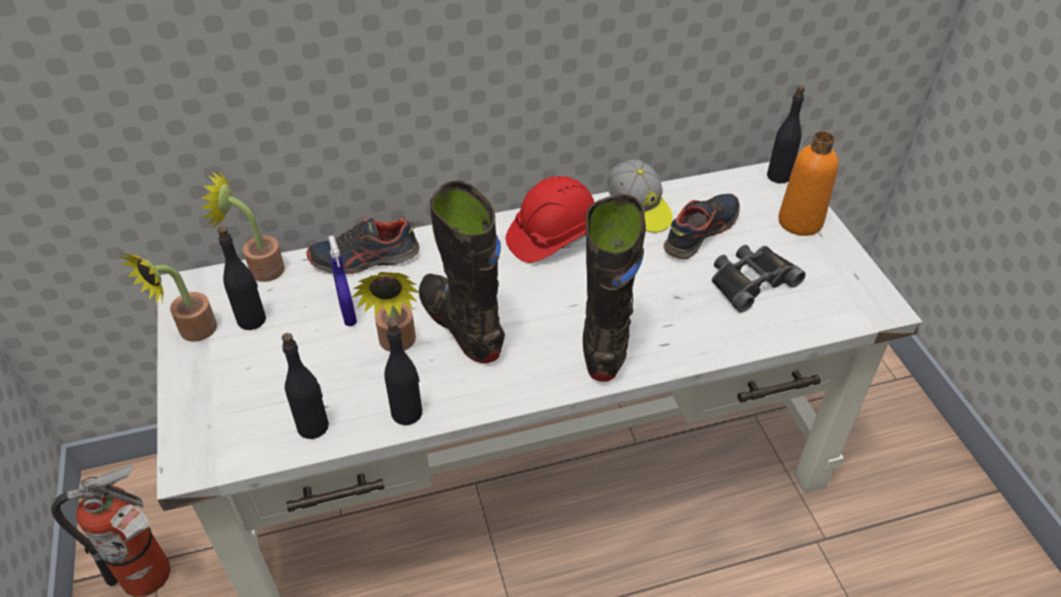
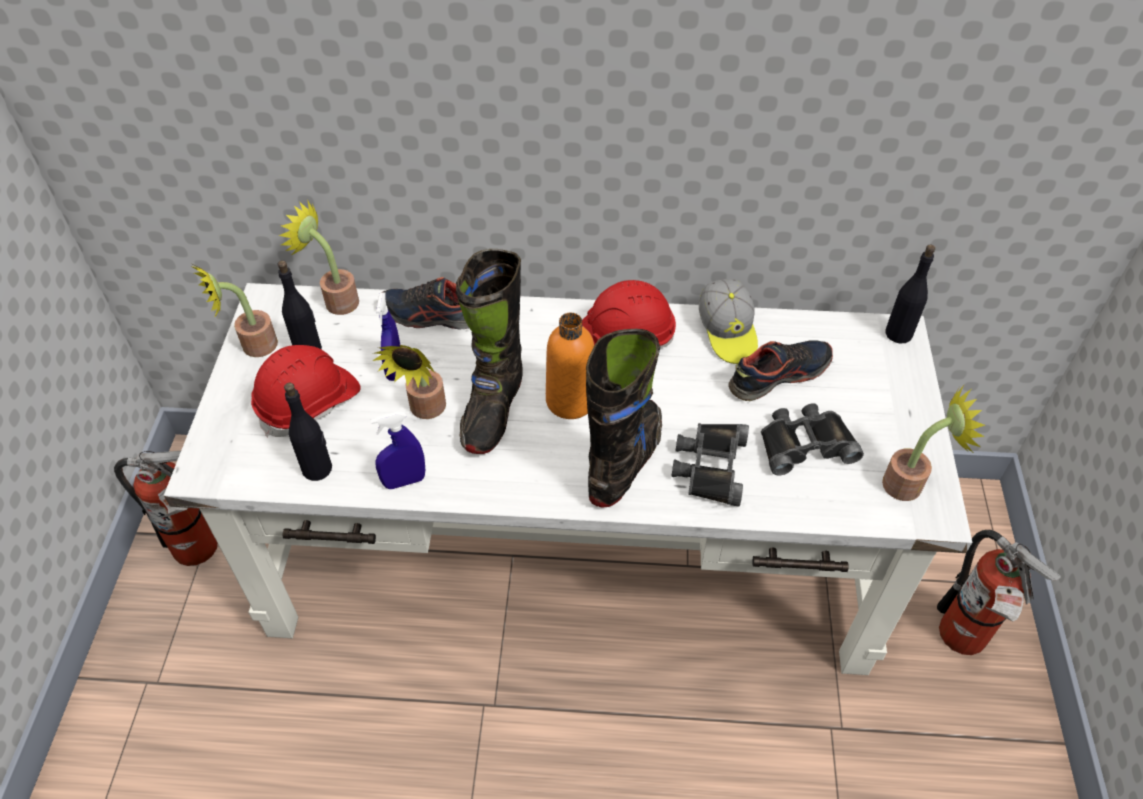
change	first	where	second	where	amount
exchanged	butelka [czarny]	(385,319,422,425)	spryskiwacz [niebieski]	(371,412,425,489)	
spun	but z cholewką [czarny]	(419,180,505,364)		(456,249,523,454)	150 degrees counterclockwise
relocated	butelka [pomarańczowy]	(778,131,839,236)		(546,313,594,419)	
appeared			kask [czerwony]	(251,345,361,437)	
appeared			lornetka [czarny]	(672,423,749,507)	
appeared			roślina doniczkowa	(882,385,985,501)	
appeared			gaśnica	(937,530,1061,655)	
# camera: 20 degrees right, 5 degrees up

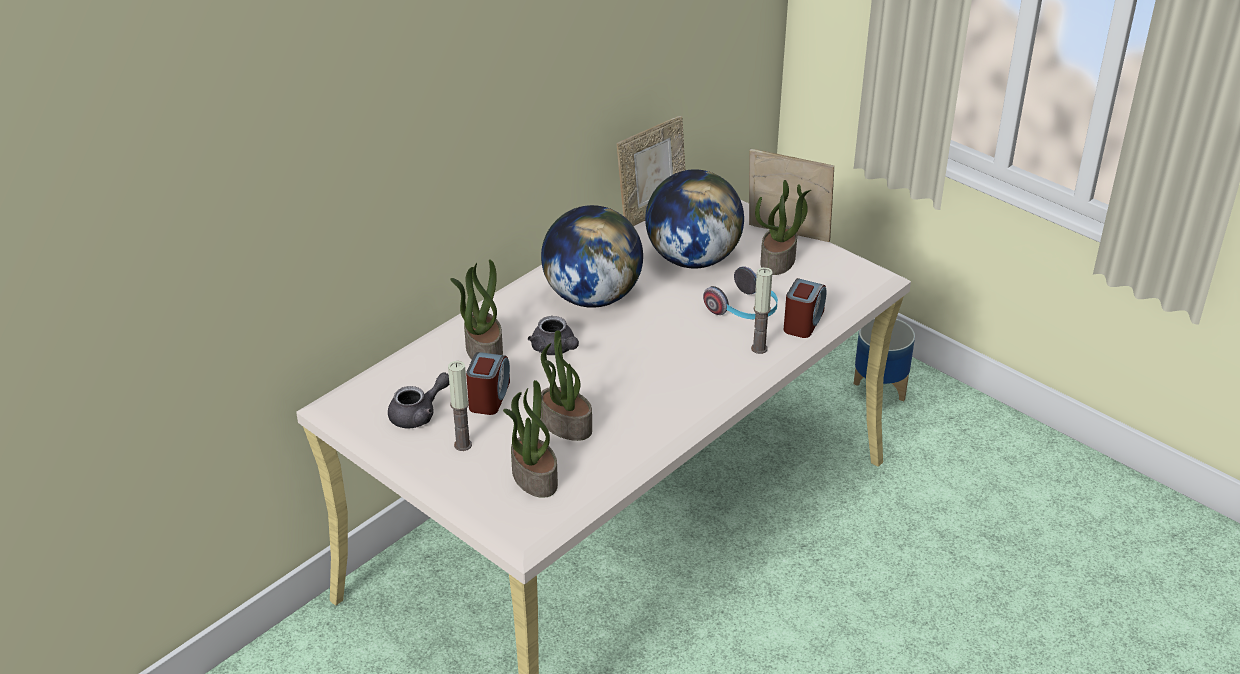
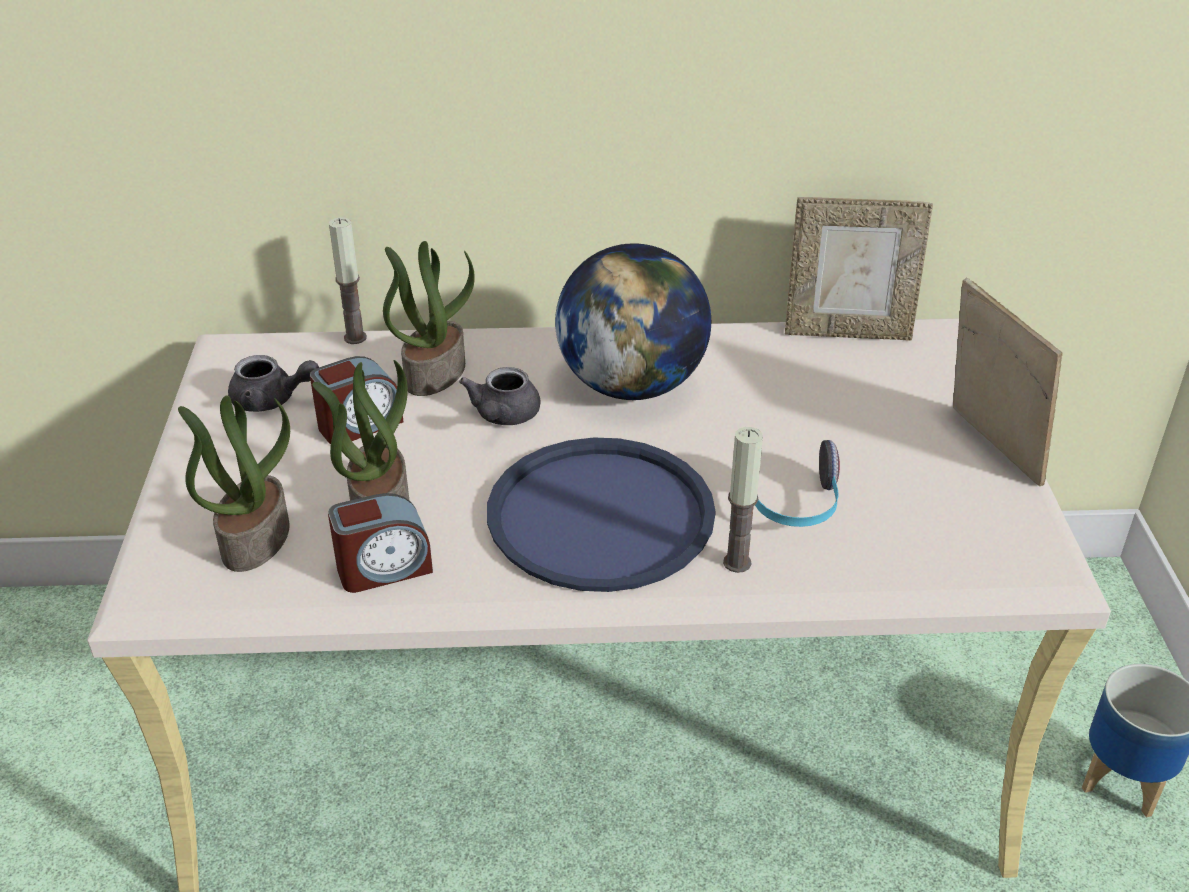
change	first	where	second	where	amount
relocated	świeca	(448,361,472,451)		(329,217,367,344)	
missing	globus	(645,169,744,268)			
missing	roślina doniczkowa	(755,180,811,275)			
relocated	budzik	(784,278,827,338)		(328,493,433,593)	
appeared			taca [niebieski]	(487,438,716,592)	
# camera: 45 degrees right, 0 degrees up

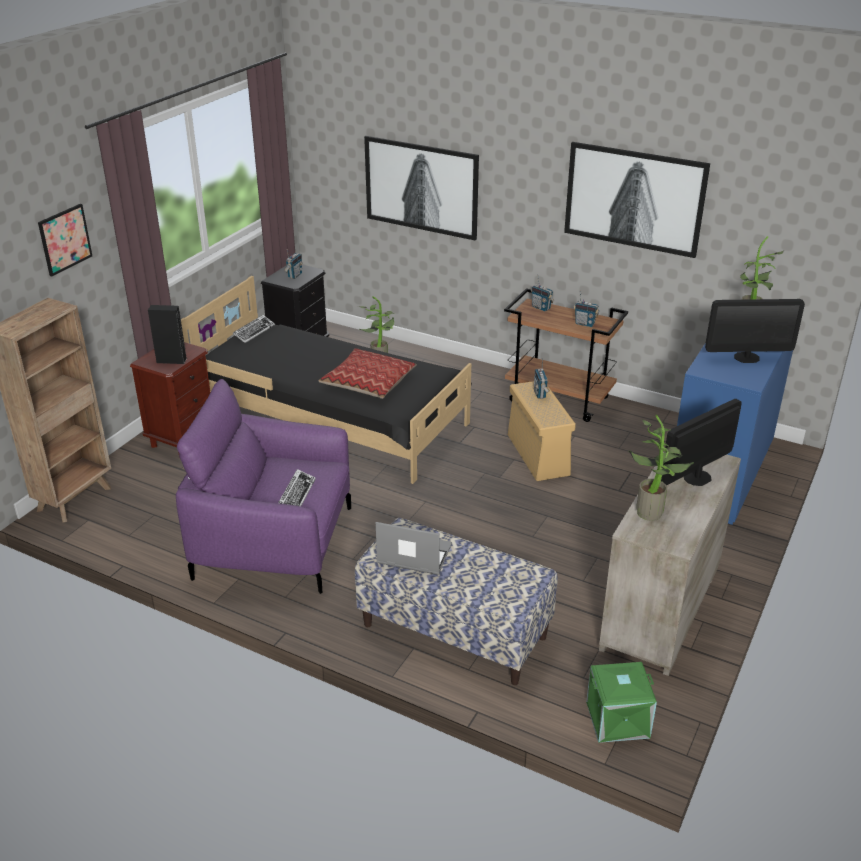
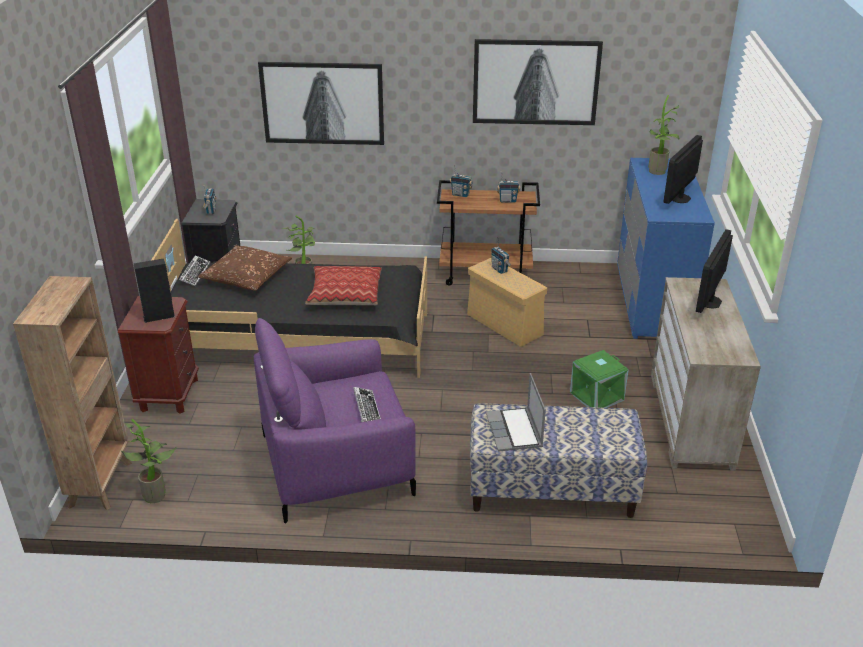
change	first	where	second	where	amount
missing	obraz	(38,204,92,276)			
spun	laptop	(376,522,452,575)		(486,373,546,452)	90 degrees counterclockwise
relocated	pojemnik do przechowywania [zielony]	(586,662,657,743)		(570,350,629,408)	
relocated	roślina doniczkowa	(629,415,694,521)		(121,419,177,503)	
spun	monitor	(705,299,805,363)		(663,135,703,204)	150 degrees clockwise
appeared			poduszka [brązowy]	(198,245,292,291)	
# camera: 25 degrees left, 0 degrees up

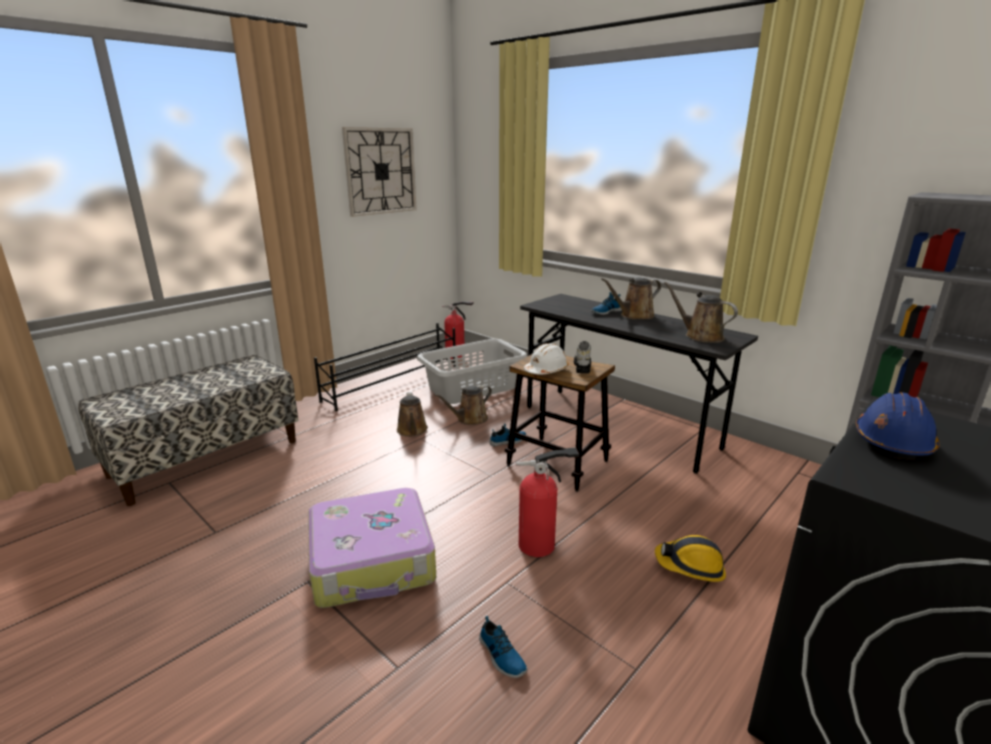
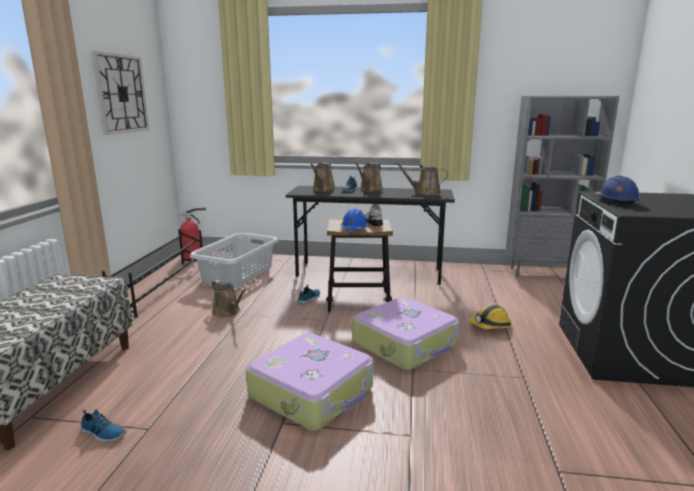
change	first	where	second	where	amount
relocated	konewka [brązowy]	(434,385,492,425)		(310,163,336,192)	
relocated	but	(479,616,527,678)		(81,409,126,442)	
exchanged	gaśnica	(516,447,579,557)	walizka	(352,297,459,370)	
colour	kask [biały]	(524,343,568,375)	kask [niebieski]	(341,209,368,231)	
# camera: 35 degrees left, 5 degrees down

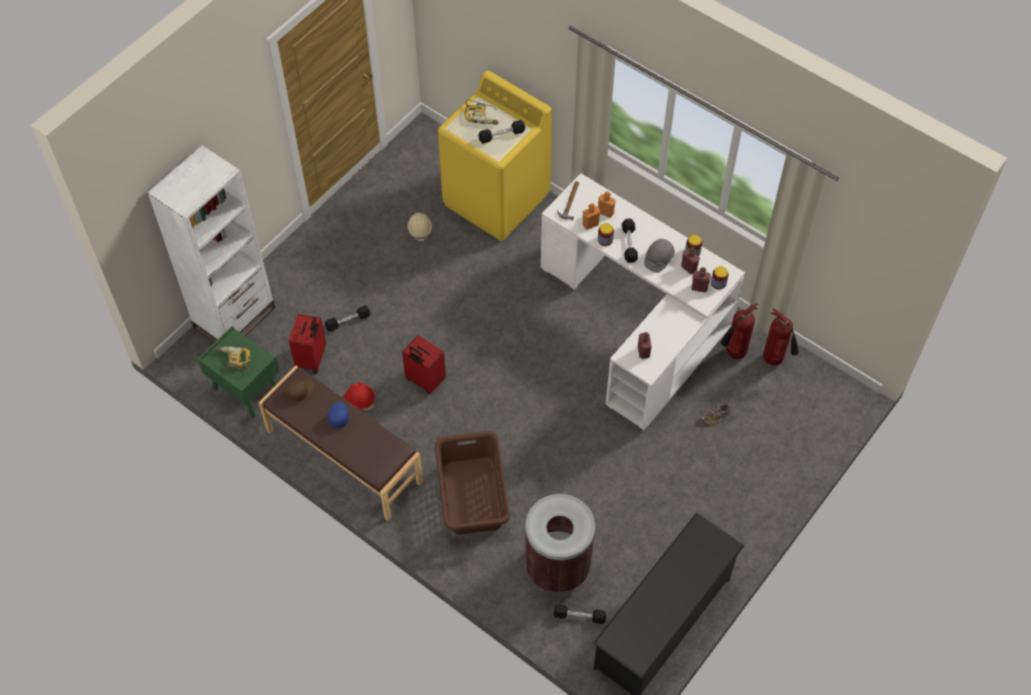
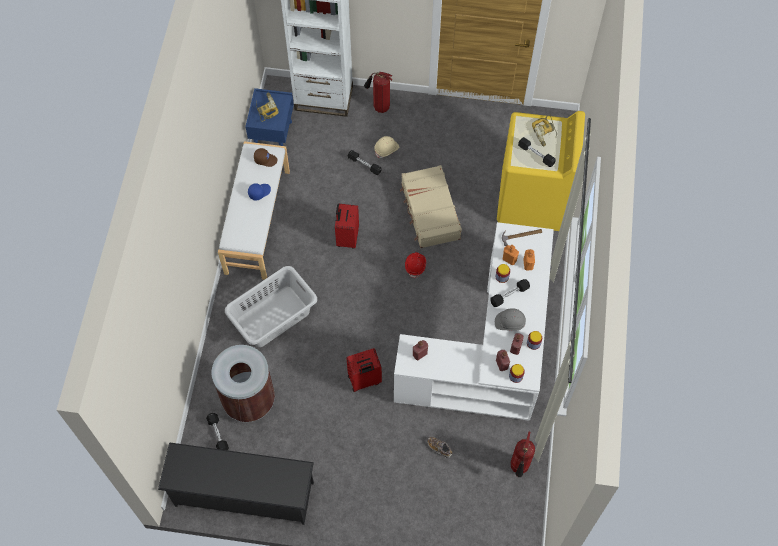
change	first	where	second	where	amount
colour	szafka nocna [zielony]	(198,326,280,418)	szafka nocna [niebieski]	(245,88,294,146)	
colour	ławka [brązowy]	(258,366,423,521)	ławka [biały]	(218,141,290,280)	
relocated	walizka [czerwony]	(289,314,326,374)		(346,348,382,392)	
relocated	kask [czerwony]	(344,382,375,410)		(405,252,426,278)	
relocated	kask [beżowy]	(407,213,432,242)		(374,136,399,158)	
colour	kosz na pranie [brązowy]	(435,431,510,535)	kosz na pranie [szary]	(225,266,317,347)	
relocated	gaśnica	(721,303,758,359)		(364,72,392,113)	
appeared			walizka [beżowy]	(400,165,462,248)	
# camera: 60 degrees right, 5 degrees up

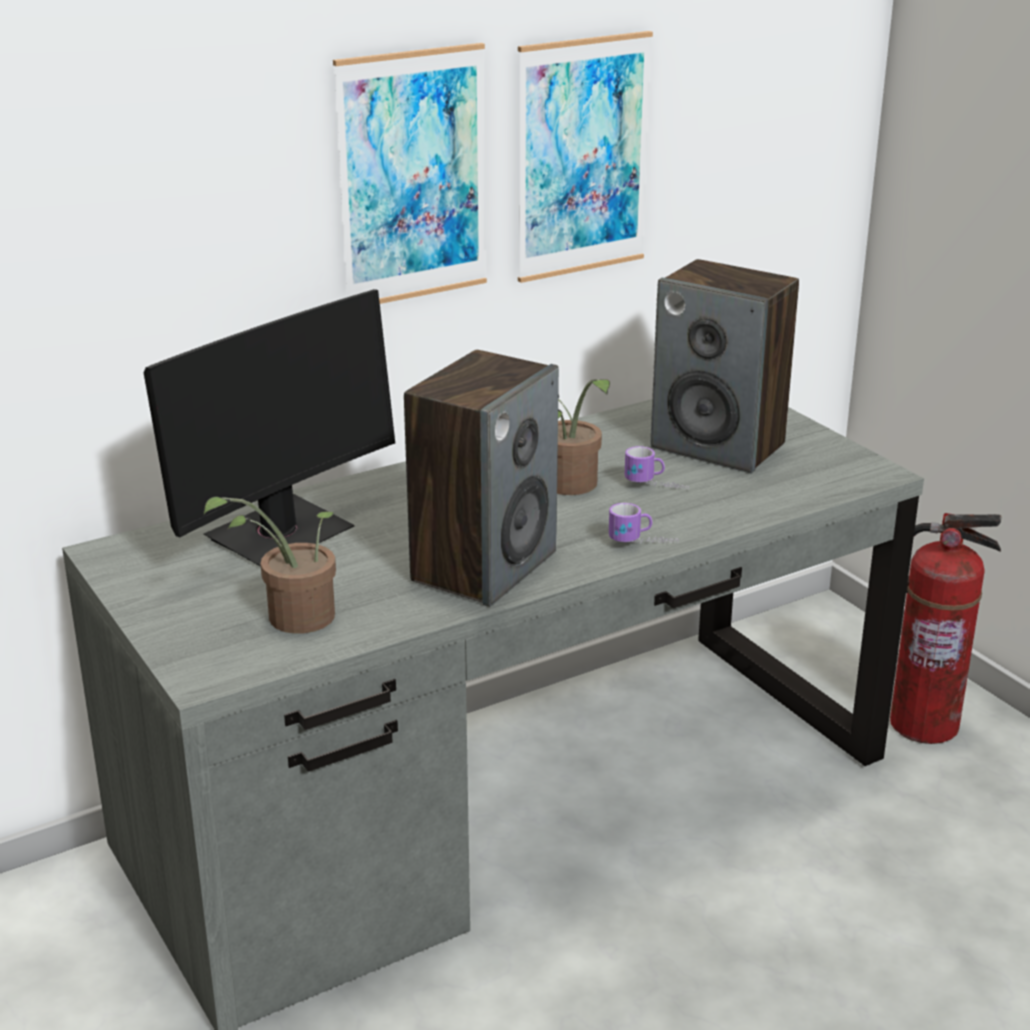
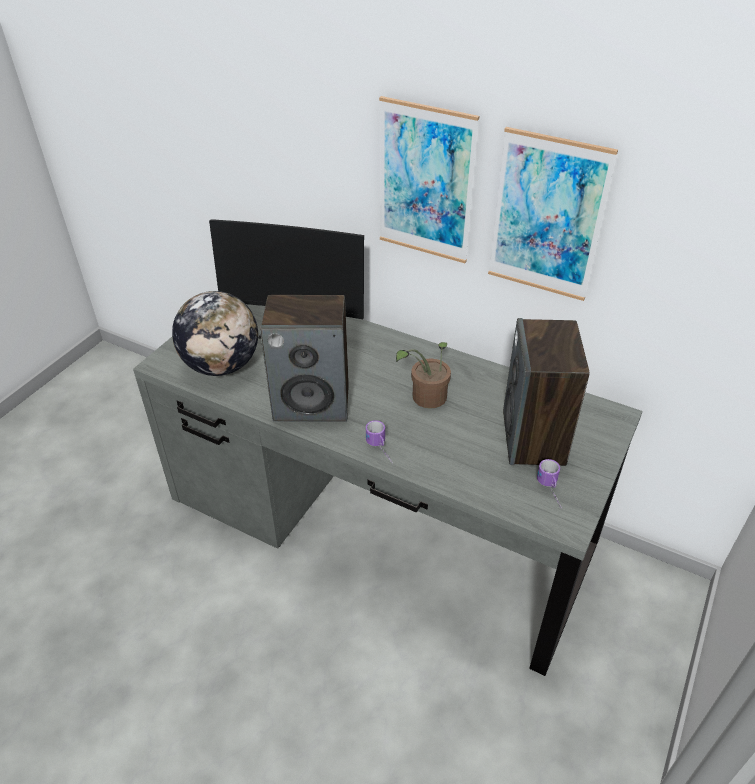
change	first	where	second	where	amount
exchanged	roślina doniczkowa	(203,497,336,634)	globus	(172,291,258,376)	
relocated	kubek	(625,446,689,490)		(537,459,562,509)	
missing	gaśnica	(890,513,1001,744)			
# camera: 60 degrees right, 15 degrees up

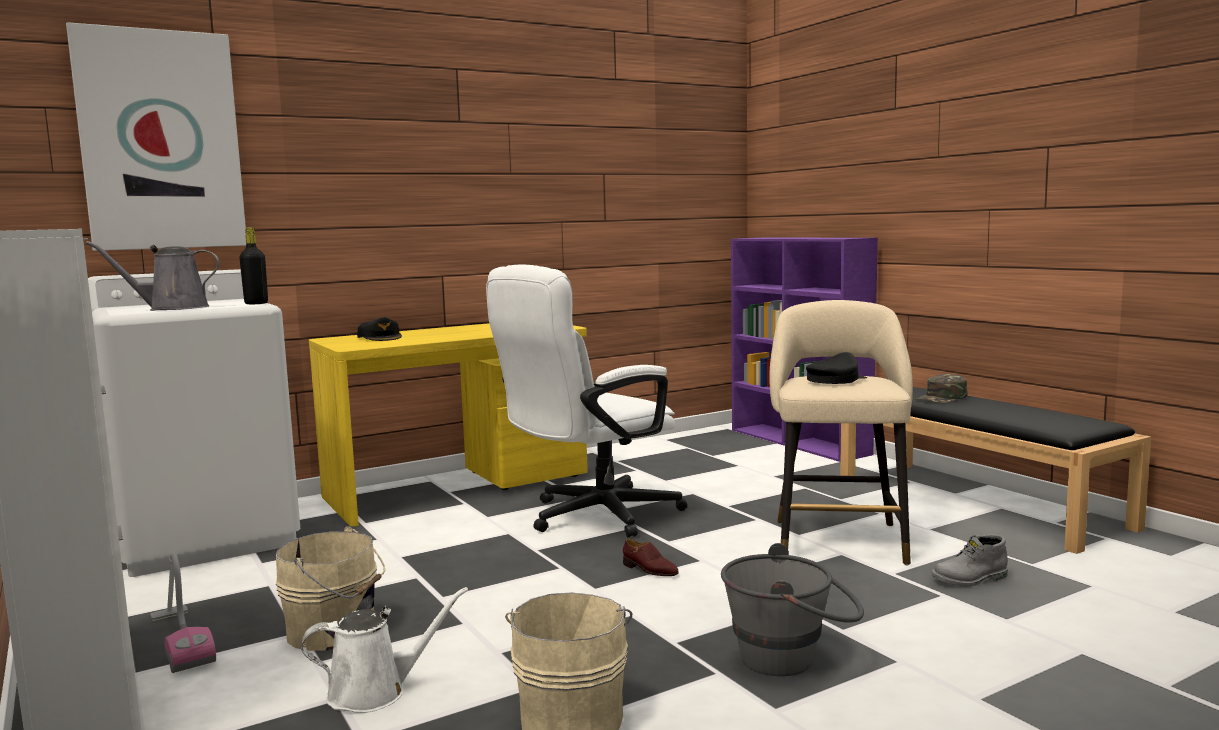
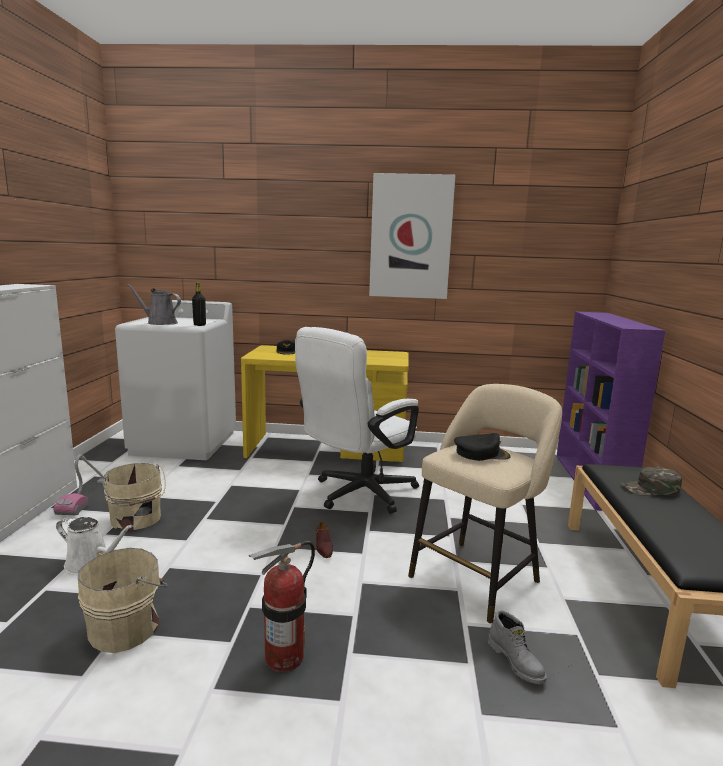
change	first	where	second	where	amount
relocated	obraz	(66,22,246,251)		(369,173,456,299)	
spun	krzesło biurowe [biały]	(486,265,687,537)		(295,327,419,514)	45 degrees counterclockwise
exchanged	wiadro [szary]	(721,543,864,676)	gaśnica	(249,541,315,673)	
spun	but z cholewką [szary]	(931,534,1008,587)		(488,611,546,684)	135 degrees counterclockwise
# camera: 35 degrees right, 5 degrees up

